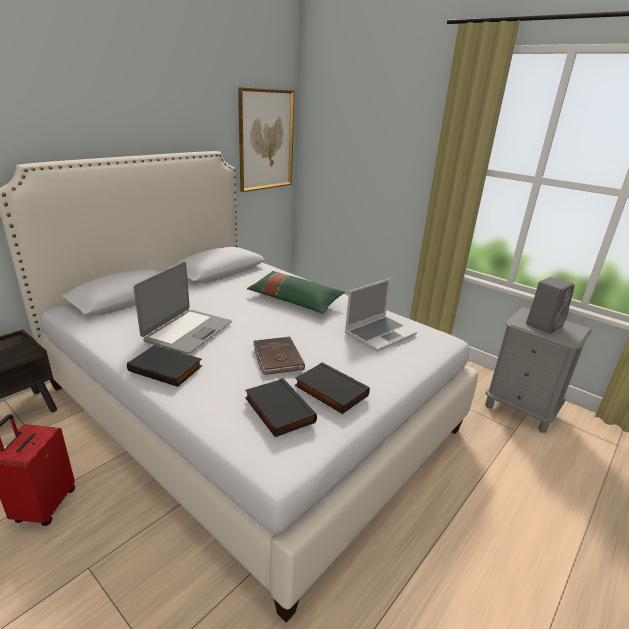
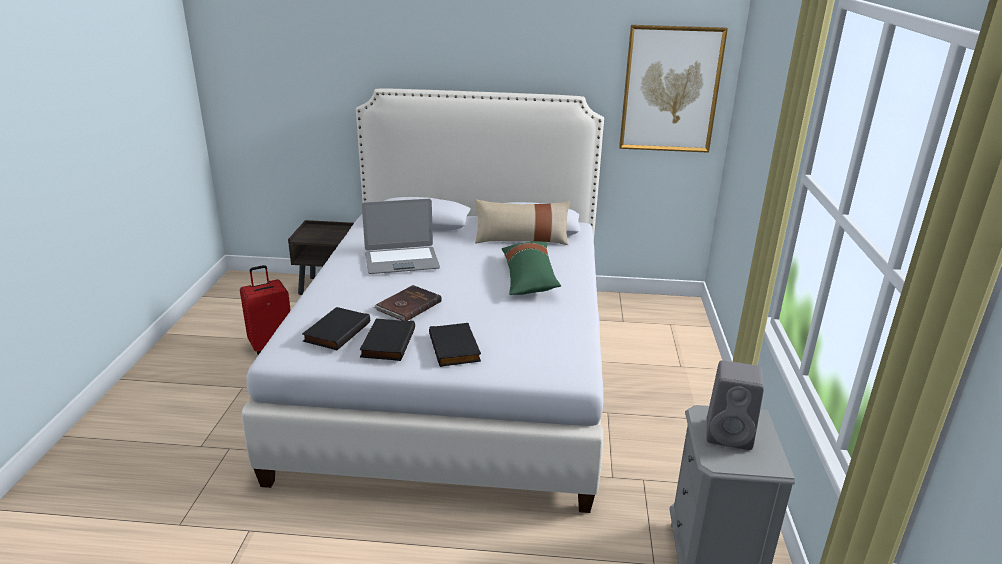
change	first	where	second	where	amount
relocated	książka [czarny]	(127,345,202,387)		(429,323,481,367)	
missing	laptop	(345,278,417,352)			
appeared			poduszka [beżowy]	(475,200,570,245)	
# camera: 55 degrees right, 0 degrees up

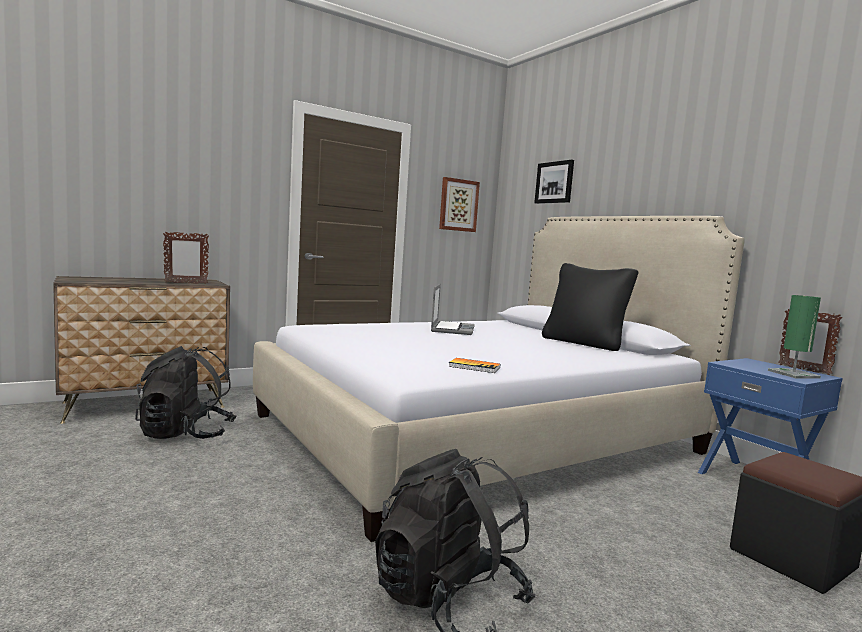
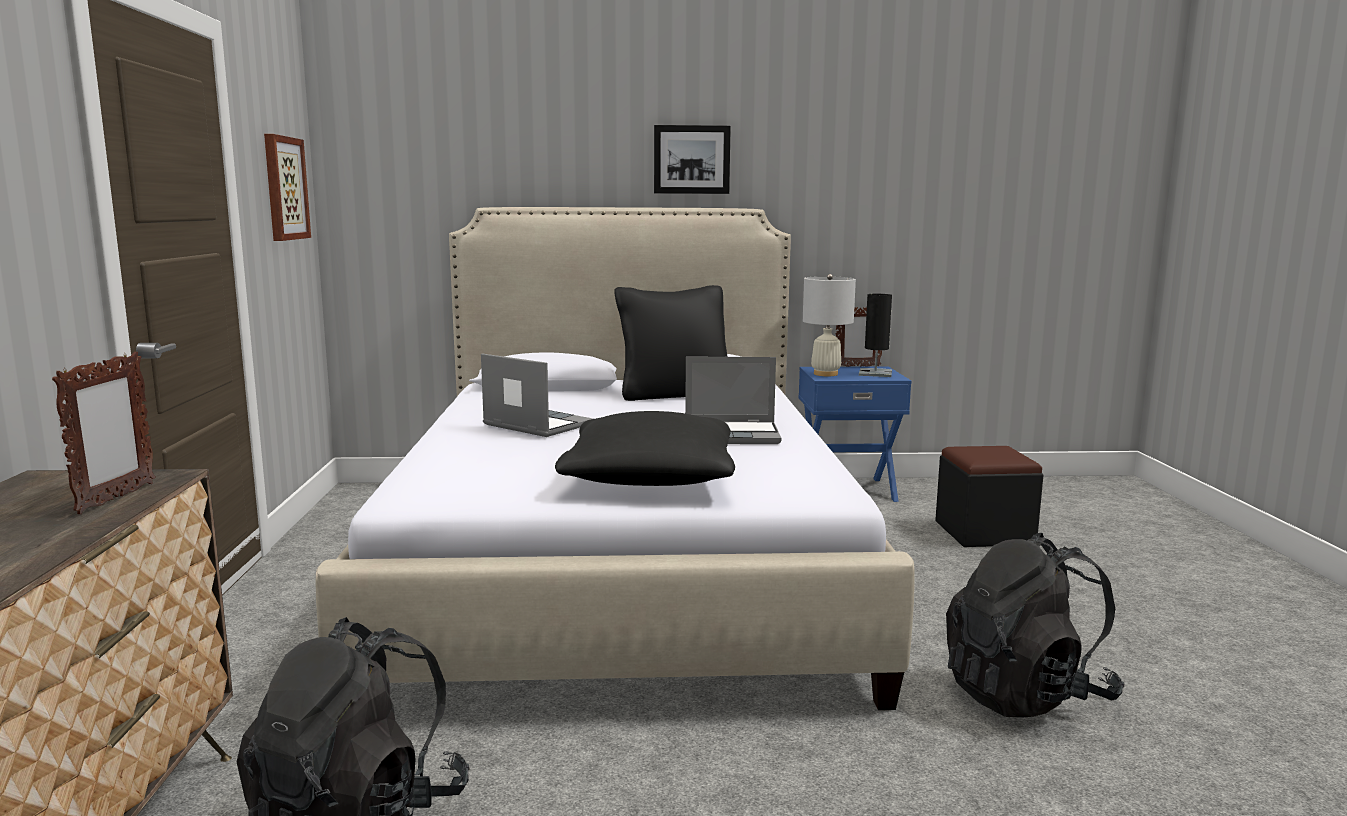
change	first	where	second	where	amount
missing	książka	(448,358,500,373)			
relocated	obraz	(534,160,574,204)		(654,125,731,194)	
colour	lampa stołowa [zielony]	(768,295,821,379)	lampa stołowa [czarny]	(859,294,892,377)	
appeared			poduszka [czarny]	(555,411,735,486)	
appeared			laptop	(685,357,781,444)	
appeared			lampa stołowa [biały]	(803,274,856,376)	
# camera: 60 degrees left, 5 degrees up

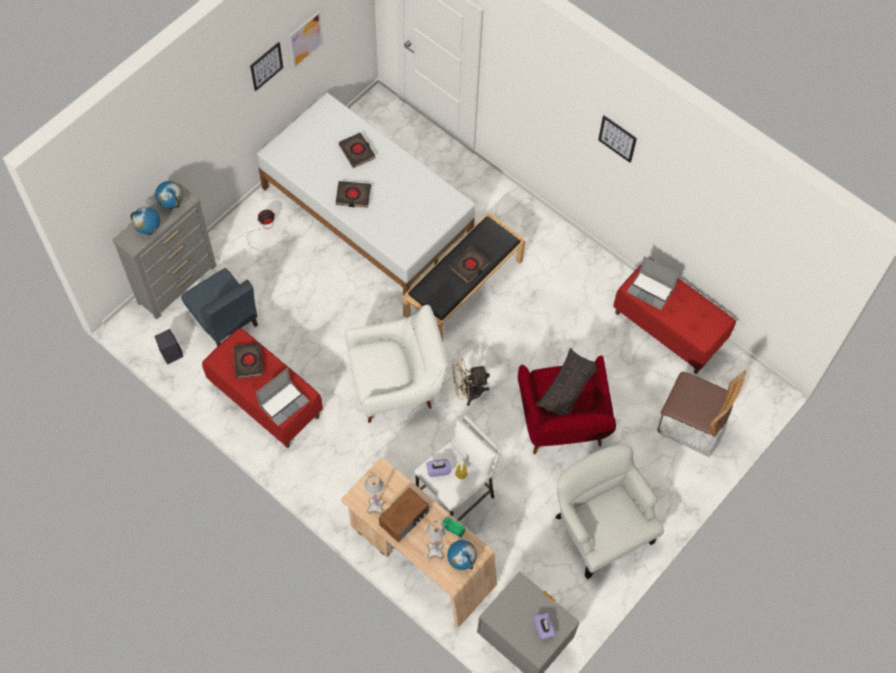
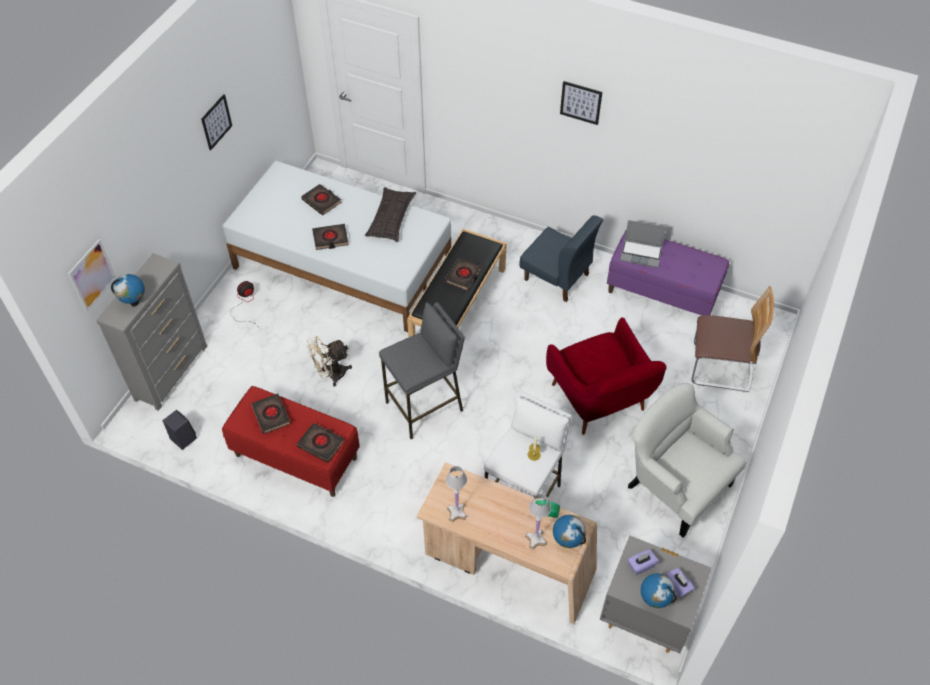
change	first	where	second	where	amount
relocated	globus	(155,181,183,209)		(641,573,676,608)	
relocated	krzesło [niebieski]	(181,268,258,347)		(519,215,603,302)	
exchanged	laptop	(256,368,309,426)	książka [czarny]	(297,423,344,463)	
relocated	obraz	(289,11,323,69)		(68,239,116,312)	
exchanged	fotel [biały]	(345,305,448,423)	stołek [szary]	(379,302,465,439)	
missing	radio	(379,488,429,542)			
relocated	pudełko chusteczek [fioletowy]	(427,459,452,477)		(628,549,659,575)	
relocated	wentylator [beżowy]	(452,358,490,406)		(307,336,352,387)	
relocated	poduszka	(536,348,597,415)		(365,187,416,242)	
colour	ławka [czerwony]	(613,258,736,374)	ławka [fioletowy]	(607,229,729,315)	
# camera: 15 degrees left, 10 degrees down

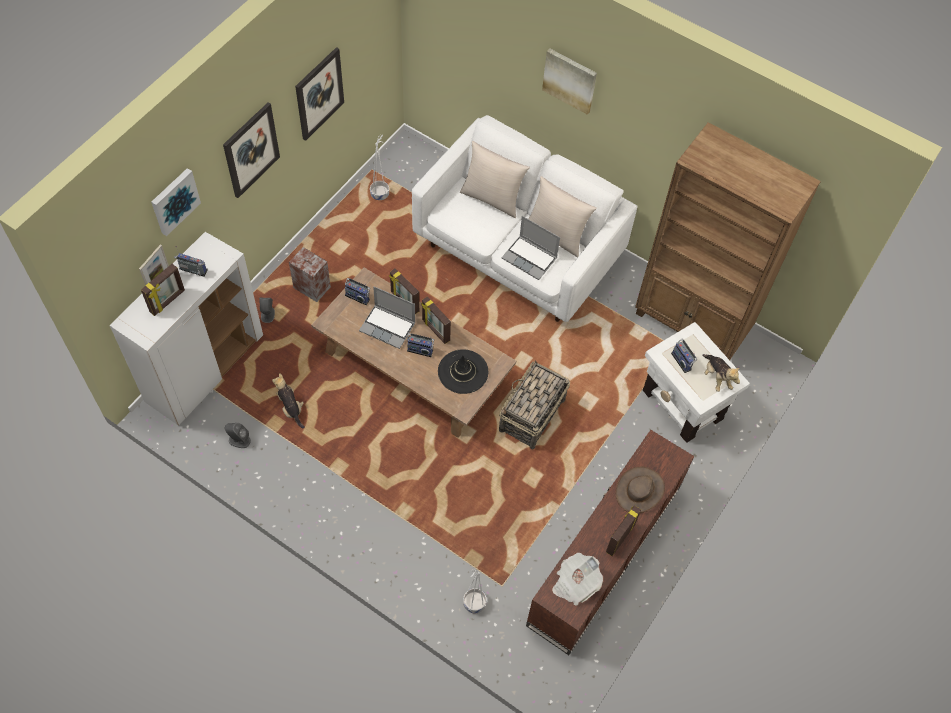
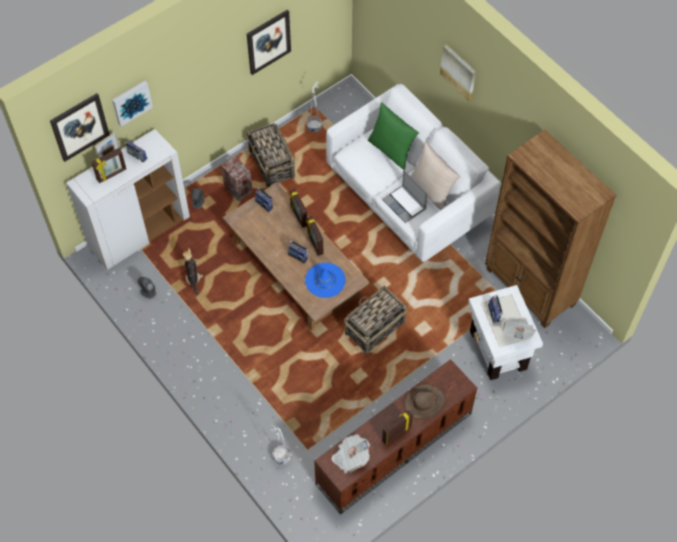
change	first	where	second	where	amount
relocated	obraz	(223,103,280,198)		(50,93,110,162)	
missing	laptop	(359,286,416,349)			
colour	kapelusz [czarny]	(438,349,488,394)	kapelusz [niebieski]	(305,263,345,298)	
colour	poduszka [beżowy]	(460,141,530,219)	poduszka [zielony]	(368,102,419,170)	
exchanged	pluszak	(702,354,740,392)	gazeta	(502,317,536,340)	
appeared			koszyk	(246,123,295,187)	
# camera: 20 degrees right, 0 degrees up

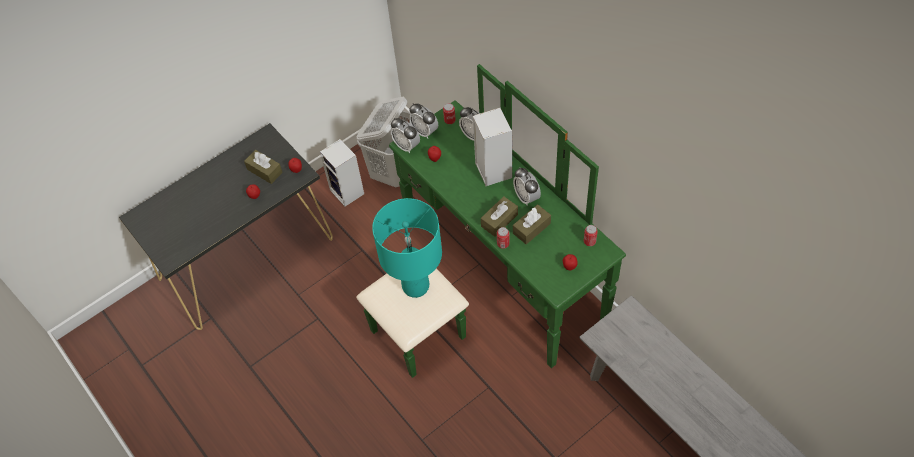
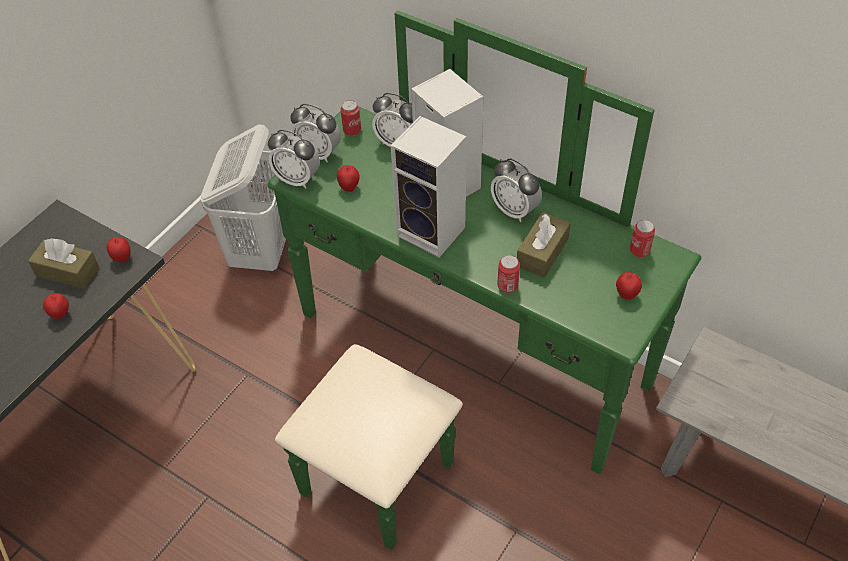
change	first	where	second	where	amount
relocated	głośnik	(320,139,364,207)		(391,116,466,258)	
missing	lampa stołowa [turkusowy]	(372,198,442,298)			
missing	pudełko chusteczek [brązowy]	(481,196,518,237)			
# camera: 20 degrees left, 5 degrees down

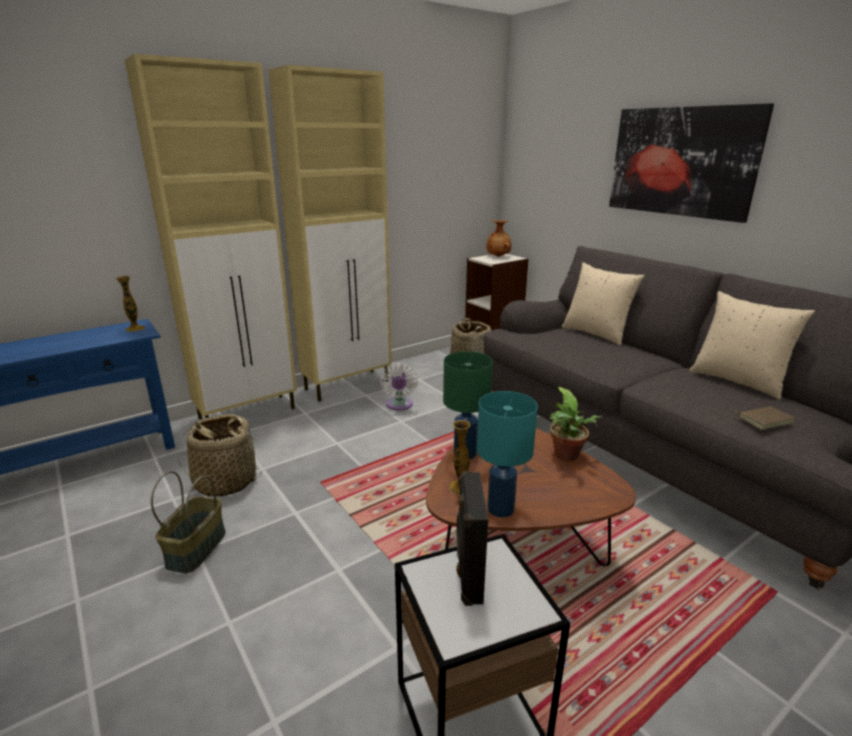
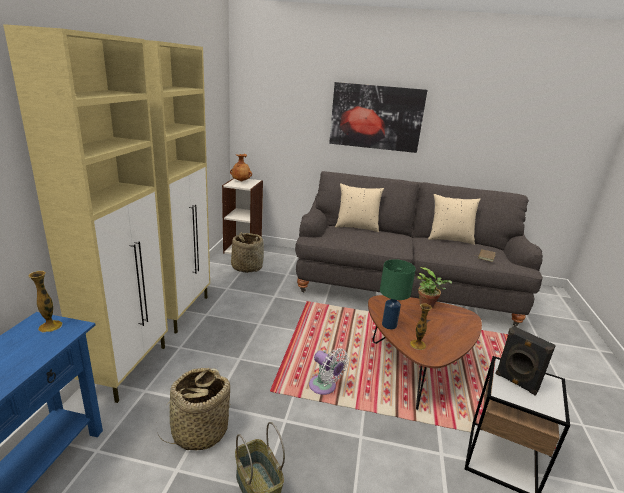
change	first	where	second	where	amount
relocated	wentylator [biały]	(380,363,418,410)		(309,348,348,395)	
missing	lampa stołowa [turkusowy]	(477,391,538,518)			
# camera: 45 degrees left, 0 degrees up

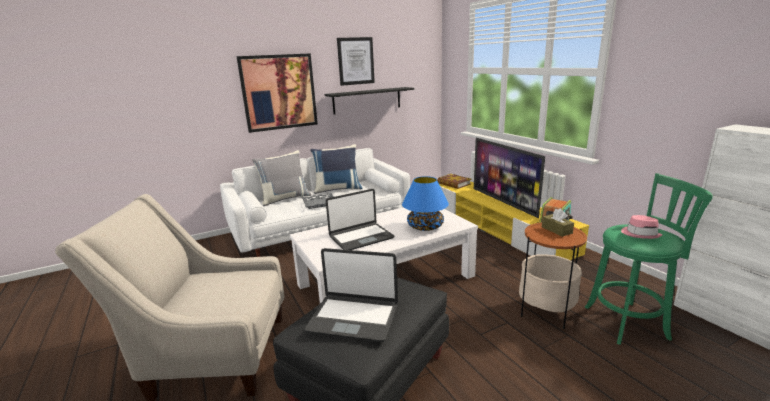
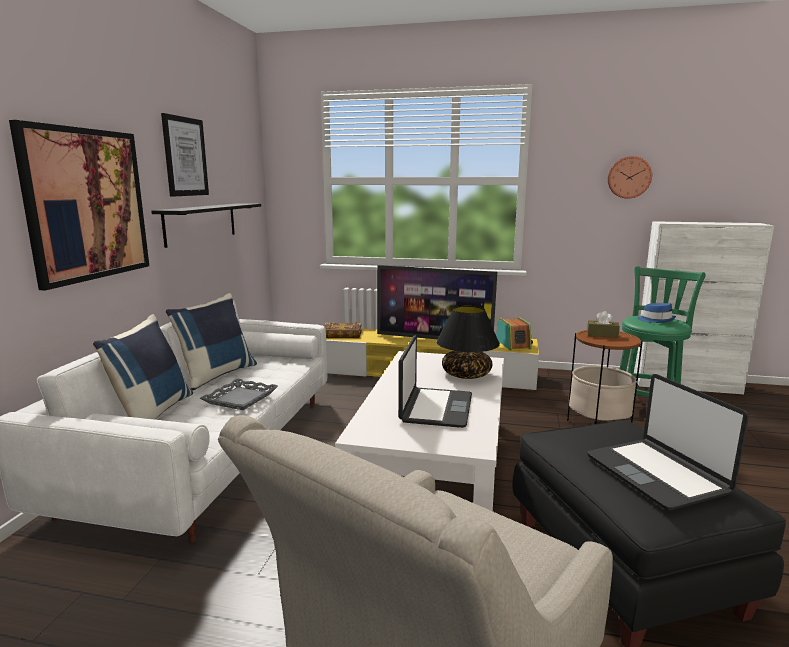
change	first	where	second	where	amount
colour	poduszka [szary]	(252,150,312,206)	poduszka [niebieski]	(93,315,193,420)	
spun	laptop	(305,248,398,342)		(587,374,749,510)	105 degrees clockwise
colour	lampa stołowa [niebieski]	(402,176,449,231)	lampa stołowa [czarny]	(436,306,500,379)	
colour	kapelusz [różowy]	(621,215,663,239)	kapelusz [niebieski]	(637,303,676,323)	
appeared			zegar ścienny	(608,156,652,199)	
# camera: 50 degrees left, 5 degrees down

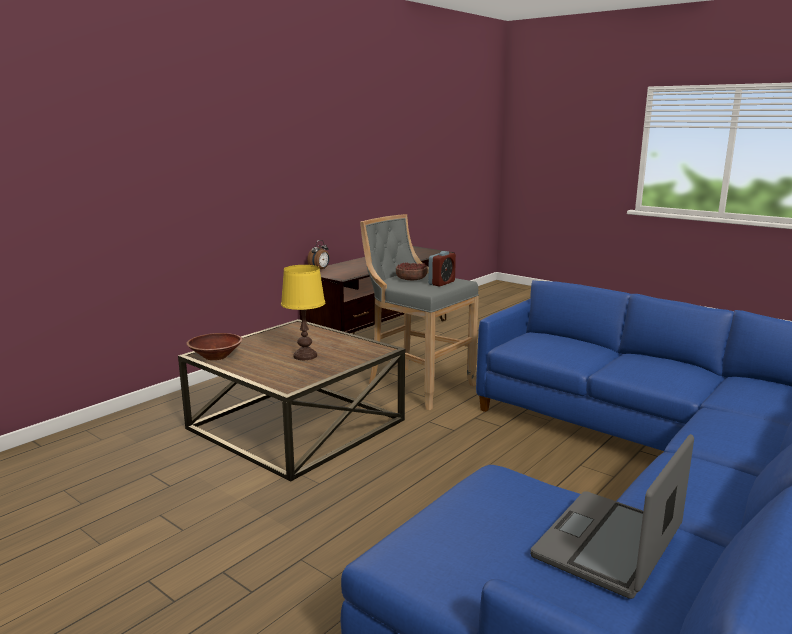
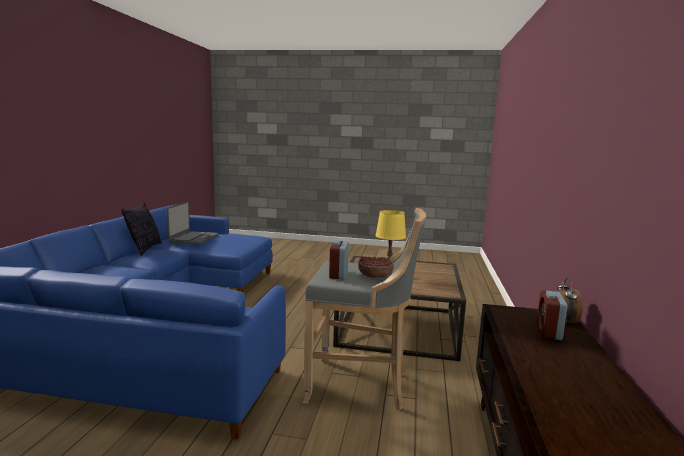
change	first	where	second	where	amount
missing	miska [brązowy]	(186,333,243,360)			
appeared			poduszka	(121,202,162,256)	
appeared			budzik	(537,290,567,340)	
# camera: 150 degrees right, 5 degrees down

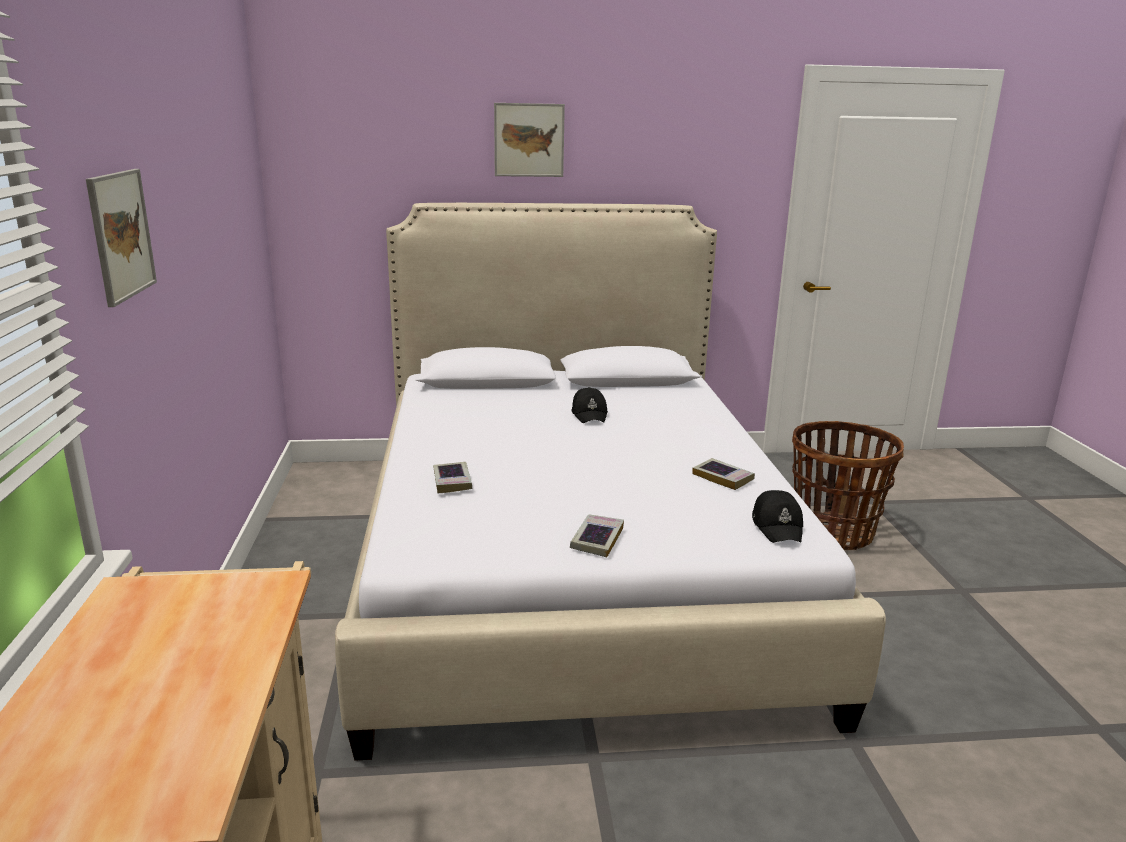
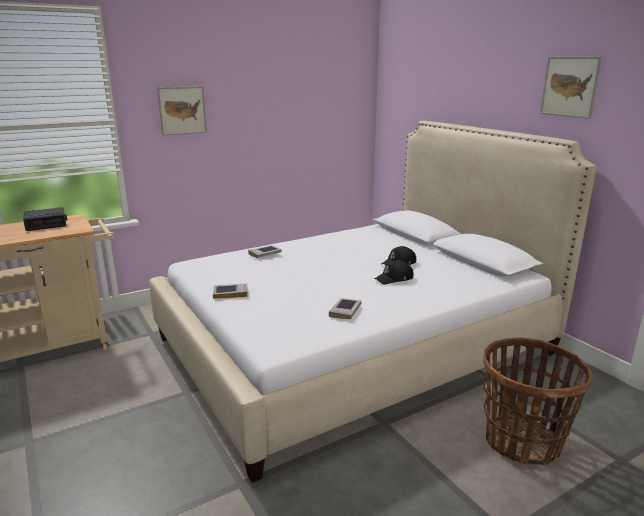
change	first	where	second	where	amount
relocated	obraz	(494,103,565,177)		(540,56,602,119)	
relocated	czapka z daszkiem [czarny]	(752,490,803,543)		(374,260,414,285)	
appeared			budzik	(23,207,67,231)	
# camera: 65 degrees right, 0 degrees up

